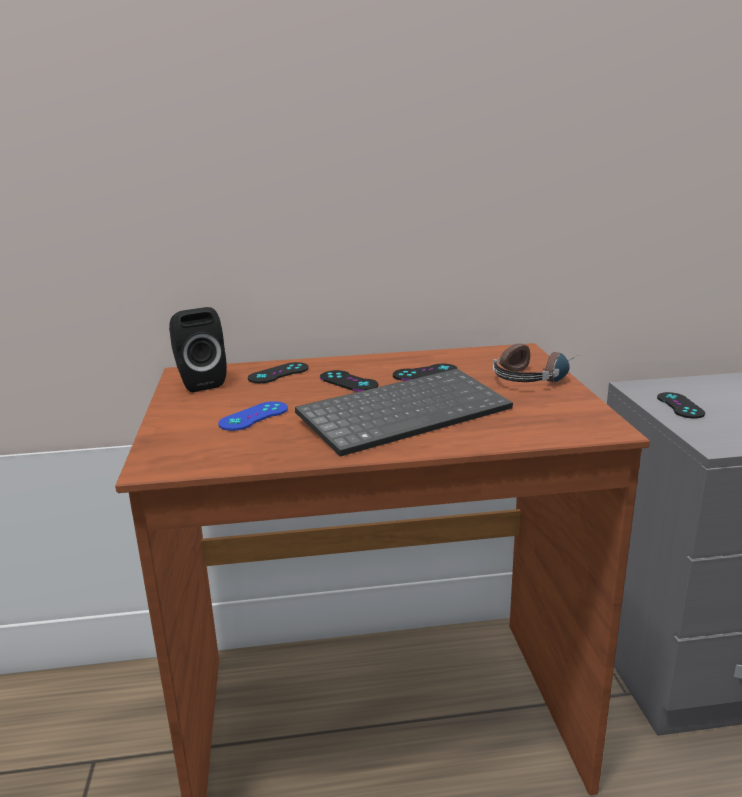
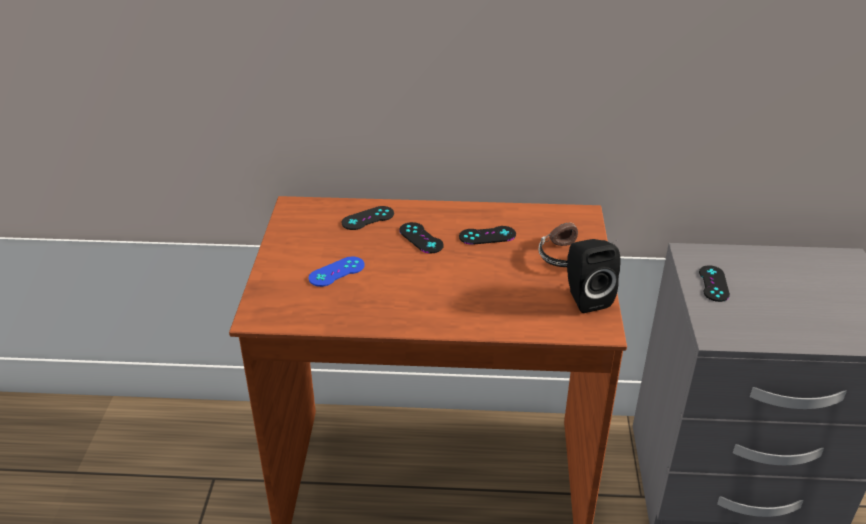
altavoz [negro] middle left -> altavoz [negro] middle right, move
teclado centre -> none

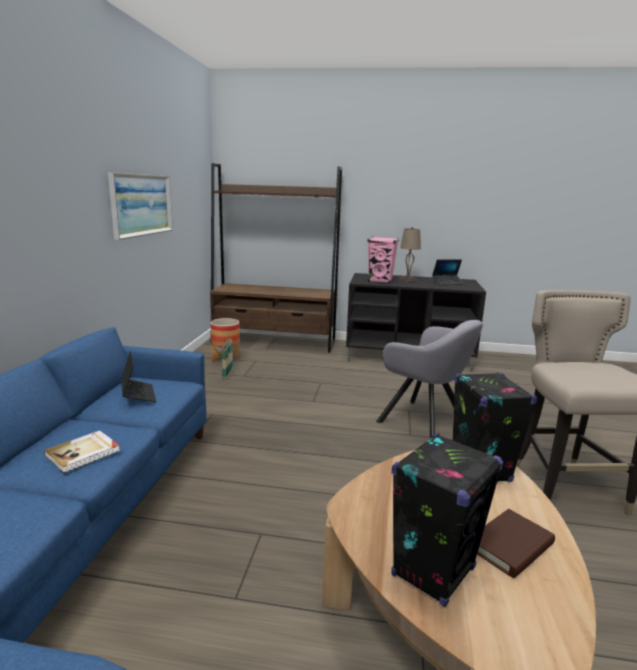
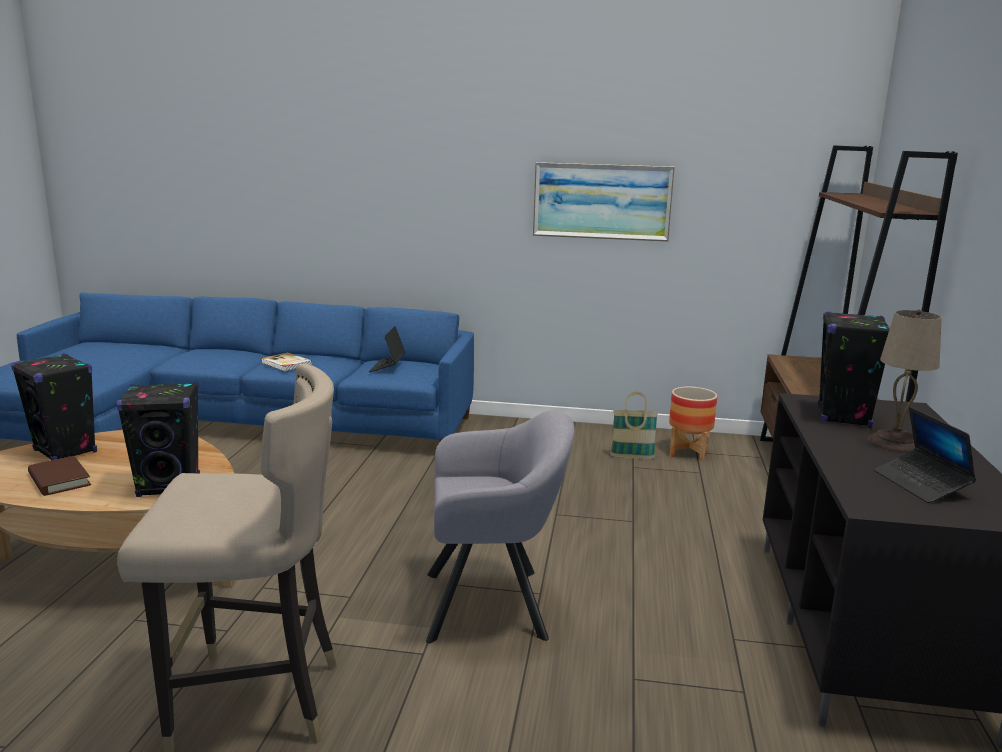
portátil (1st from left) middle left -> portátil (1st from left) centre, 120 degrees clockwise
altavoz [rosa] centre -> altavoz [negro] (3rd from left) middle right
sillón [gris] middle right -> sillón [gris] bottom centre, 135 degrees counterclockwise

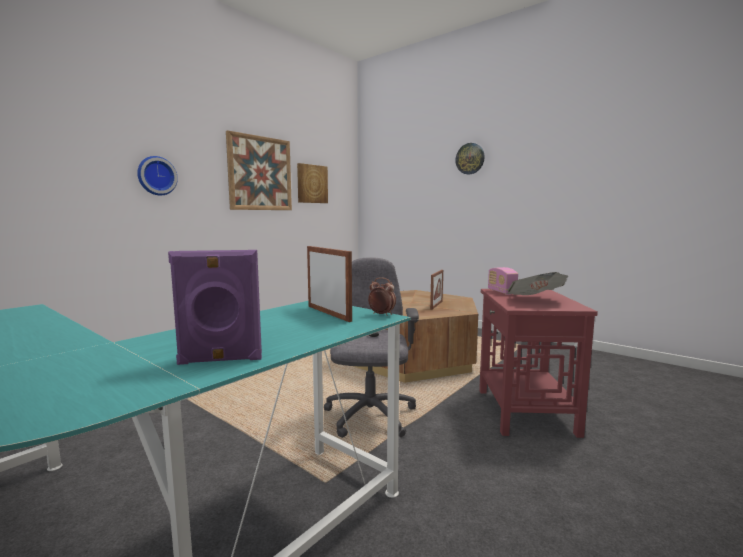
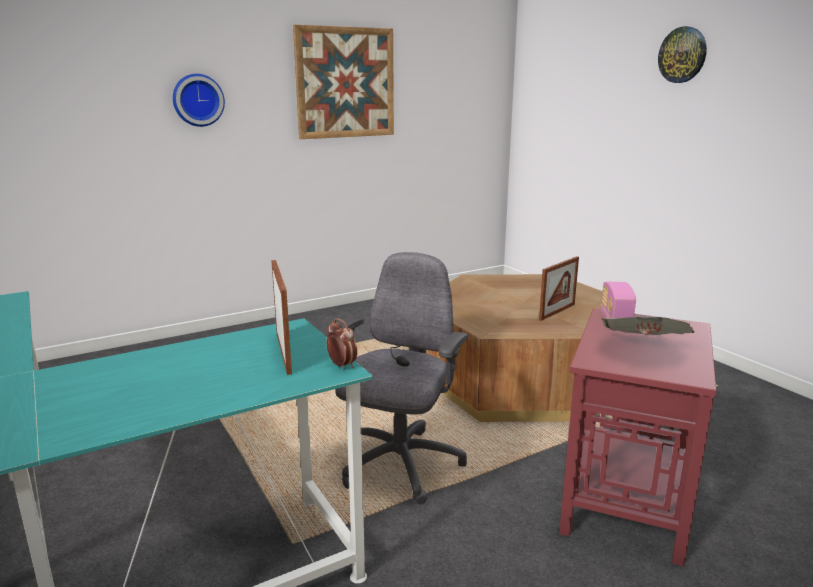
altavoz [morado] middle left -> none
cuadro (2nd from left) top centre -> none

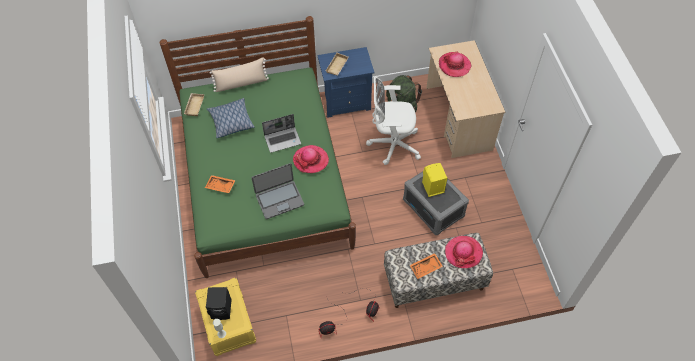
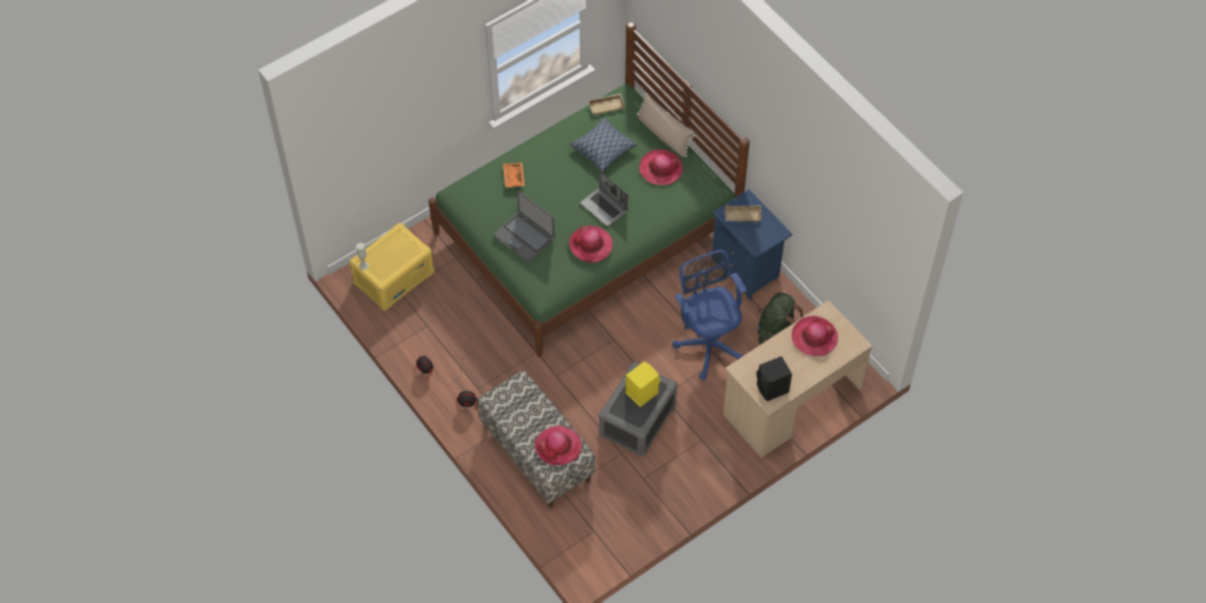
altavoz [negro] bottom left -> altavoz [negro] centre, move
silla de oficina [blanco] centre -> silla de oficina [azul] centre
bandeja [naranja] (2nd from left) bottom centre -> none
none -> sombrero (3rd from left) top centre

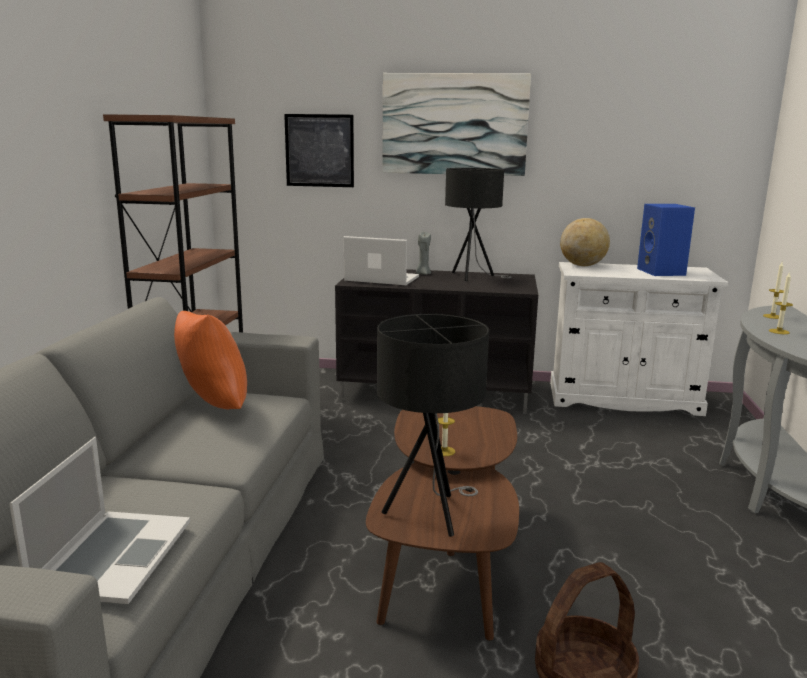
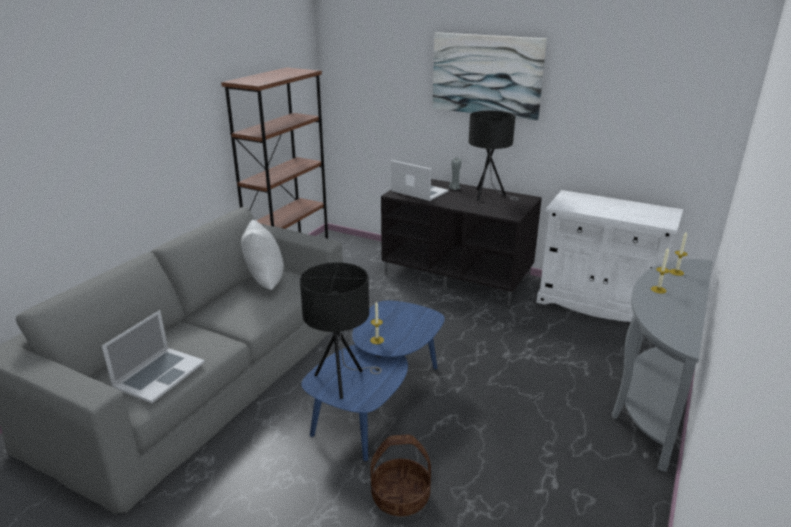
cojín [naranja] middle left -> cojín [blanco] middle left
cuadro (1st from left) top centre -> none
mesa de centro [marrón] bottom centre -> mesa de centro [azul] bottom centre
globo terráqueo middle right -> none
altavoz [azul] middle right -> none

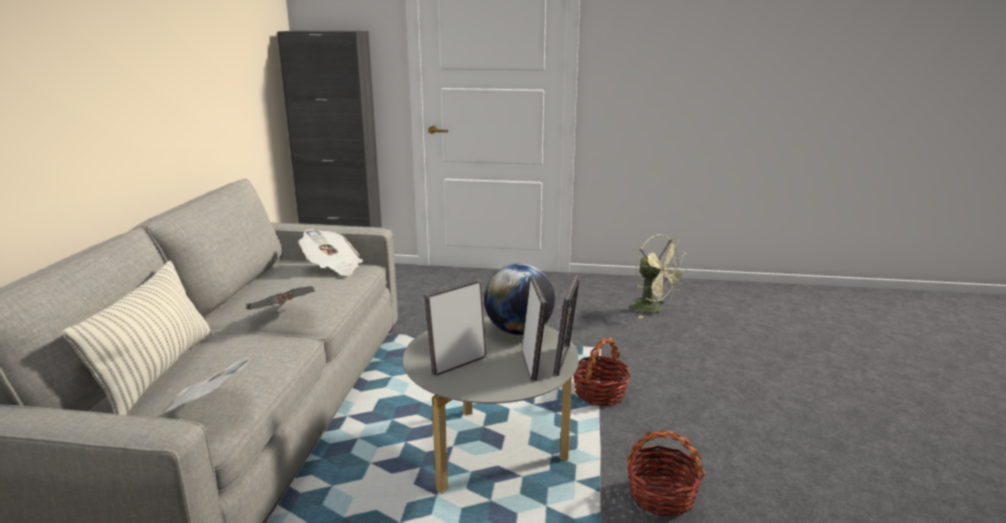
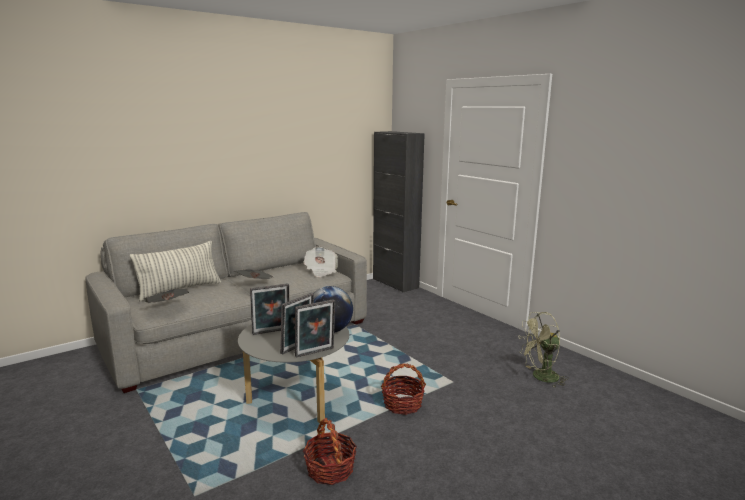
portarretratos (1st from left) centre, 150 degrees clockwise
ventilador [verde] centre -> ventilador [verde] bottom right, 75 degrees clockwise

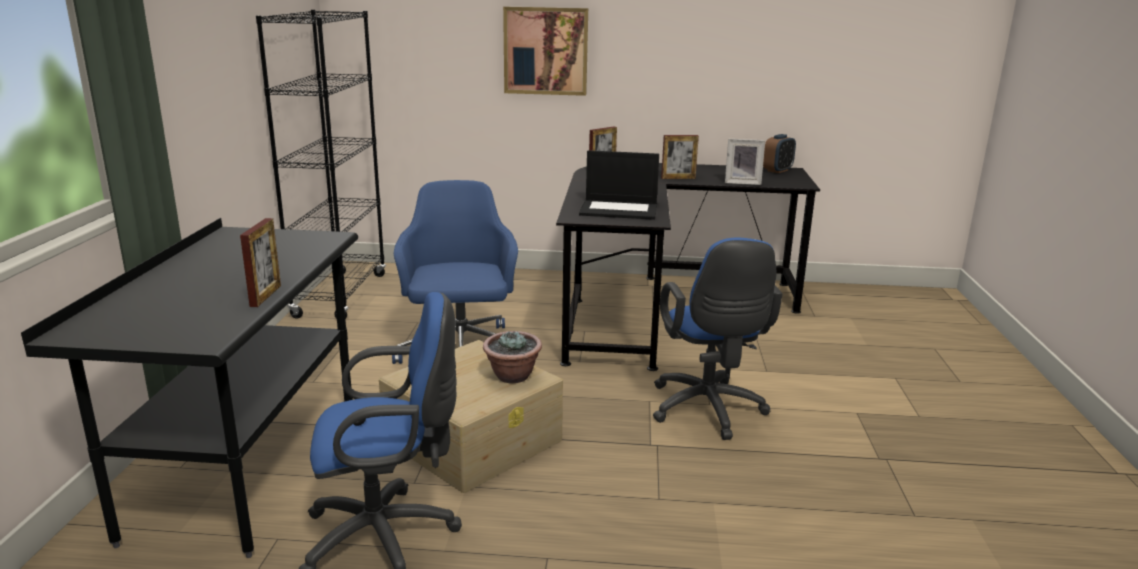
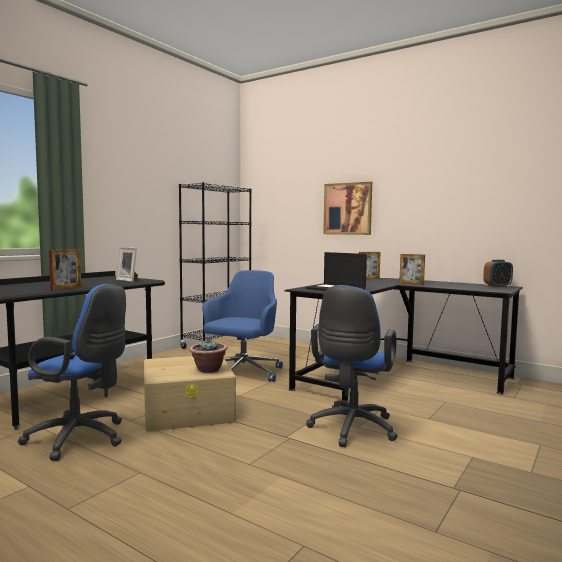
portarretratos (4th from left in the first image) top centre -> portarretratos (2nd from left) middle left, move

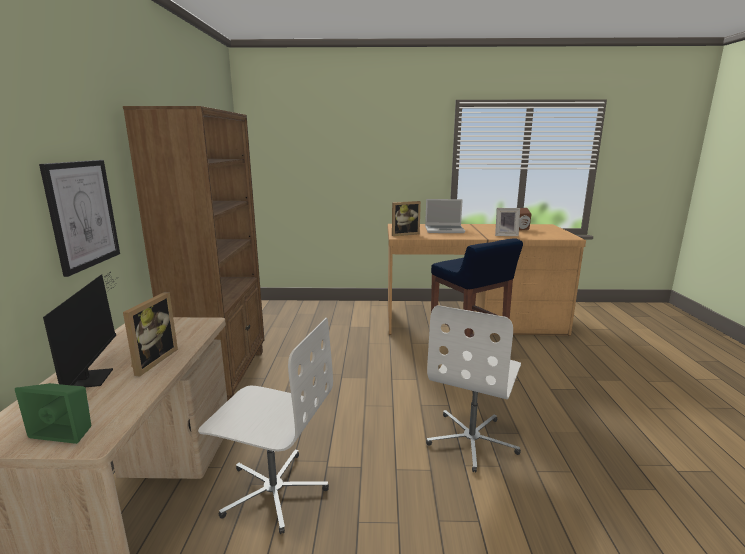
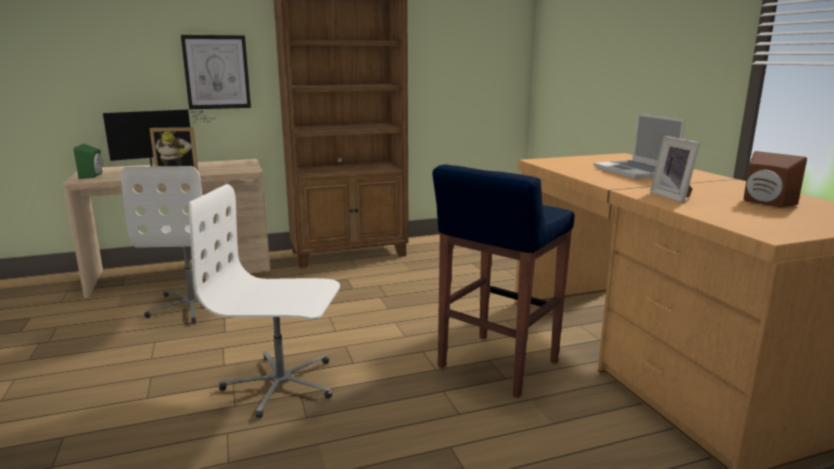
portarretratos (2nd from left) centre -> none

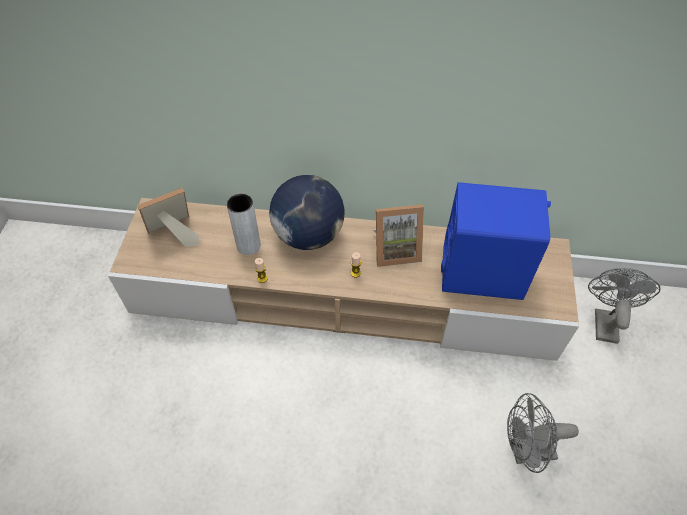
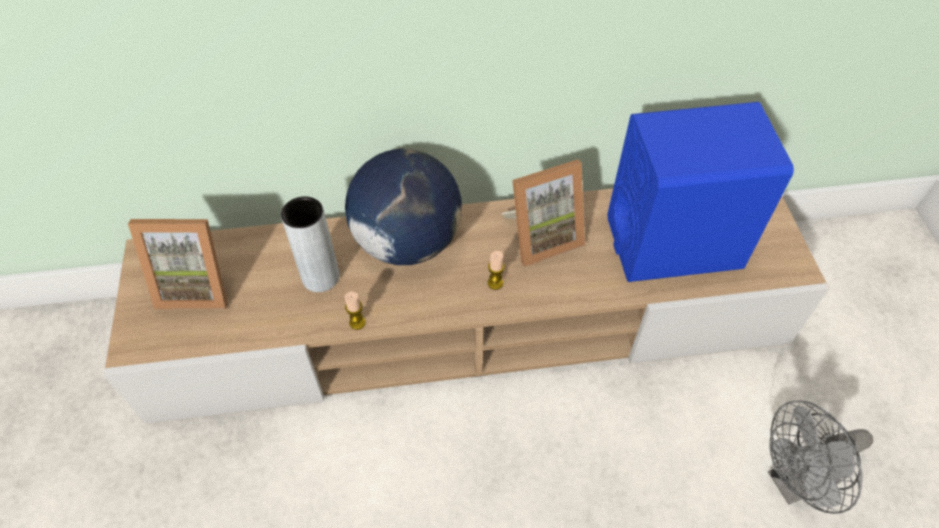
portarretratos (1st from left) middle left, 135 degrees counterclockwise
ventilador [gris] (2nd from left) middle right -> none

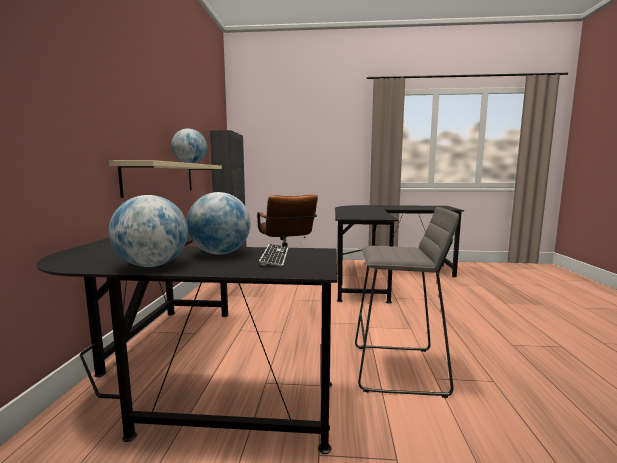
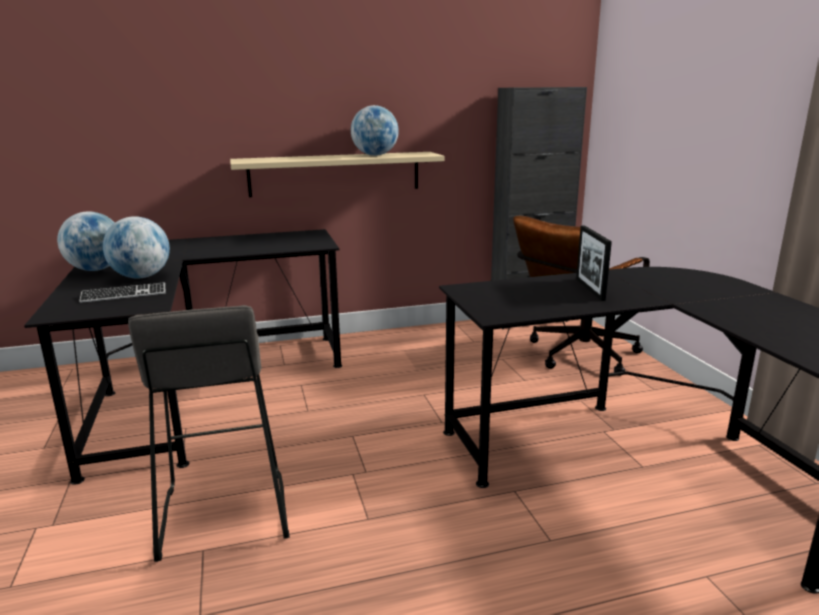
none -> portarretratos middle right

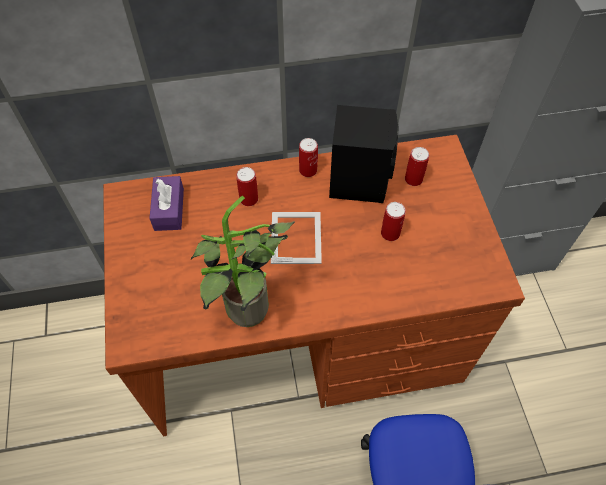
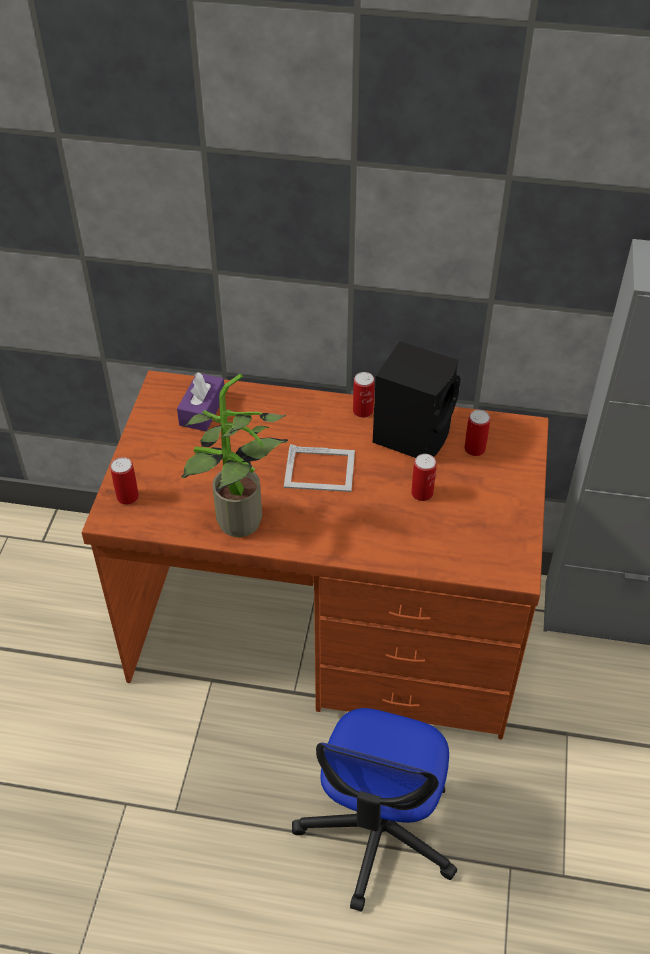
lata (1st from left) centre -> lata (1st from left) middle left, move
portarretratos centre, 75 degrees clockwise

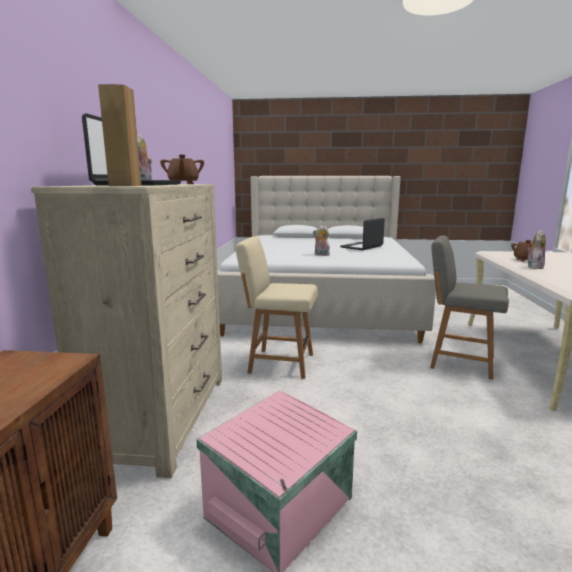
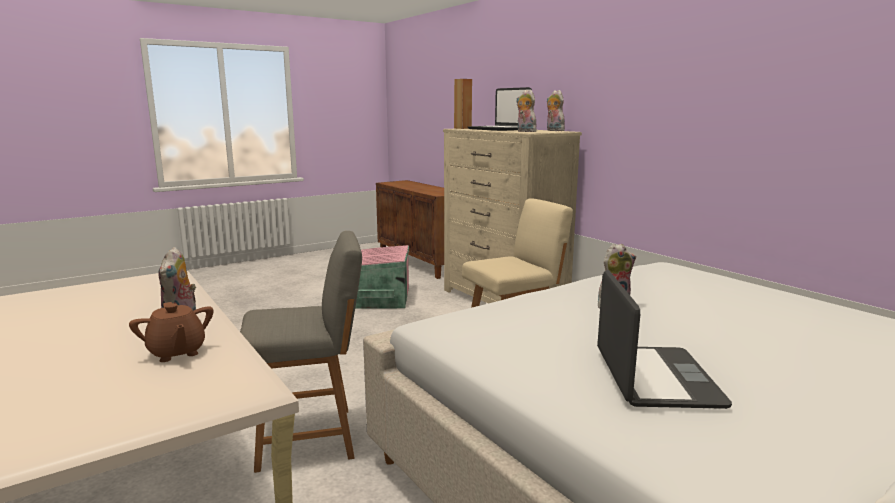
tetera [marrón] (1st from left) top left -> peluche (2nd from left) top centre

